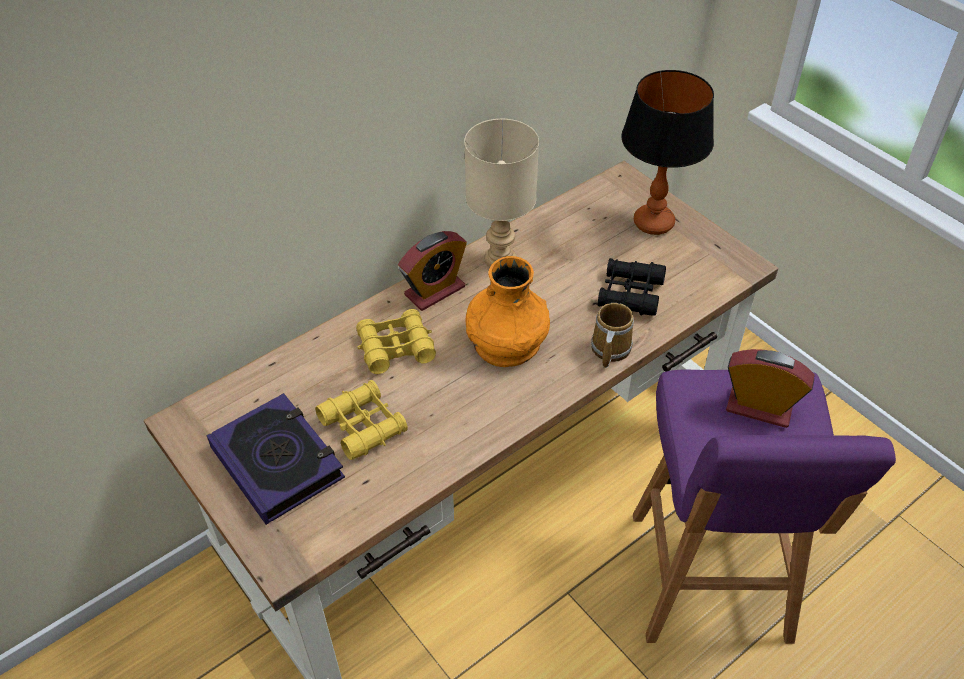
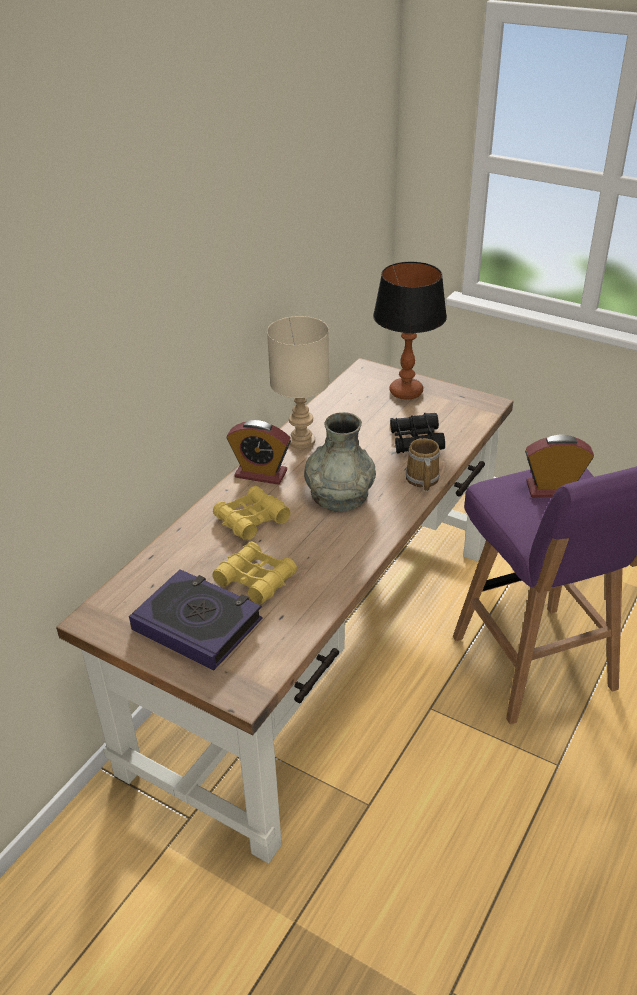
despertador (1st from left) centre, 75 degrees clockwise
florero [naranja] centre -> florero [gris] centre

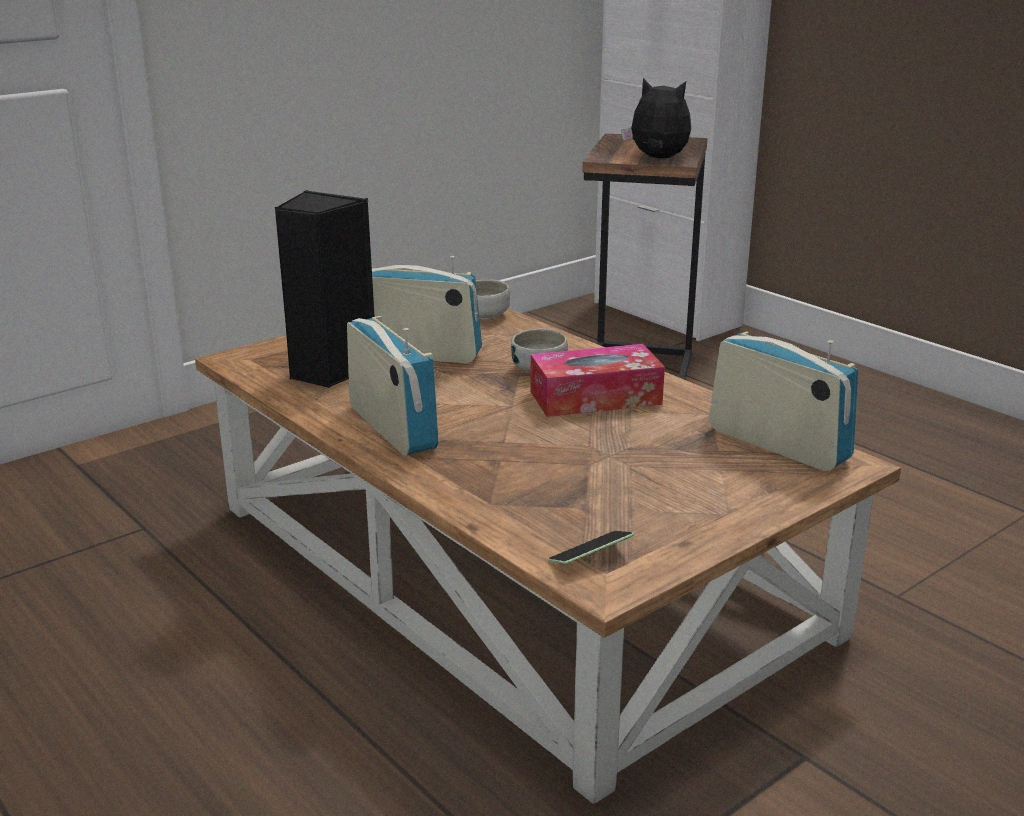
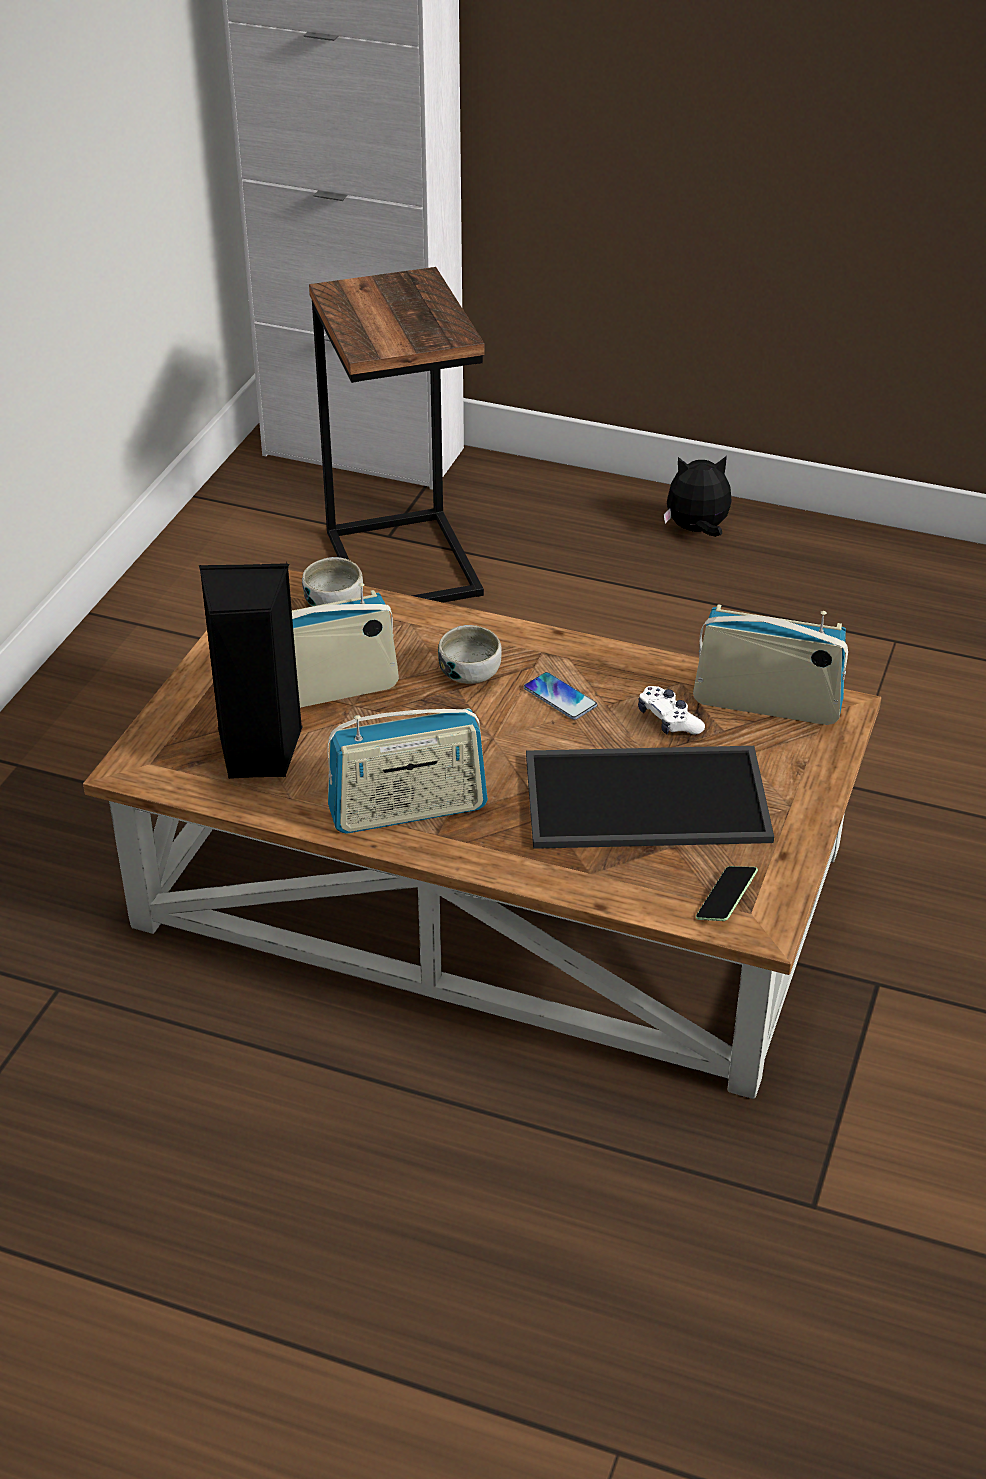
radio (1st from left in the first image) centre -> radio (2nd from left) centre, 135 degrees clockwise
caja de pañuelos centre -> móvil (1st from left) centre
peluche top centre -> peluche middle right, move
none -> bandeja centre
none -> mando de consola [blanco] middle right

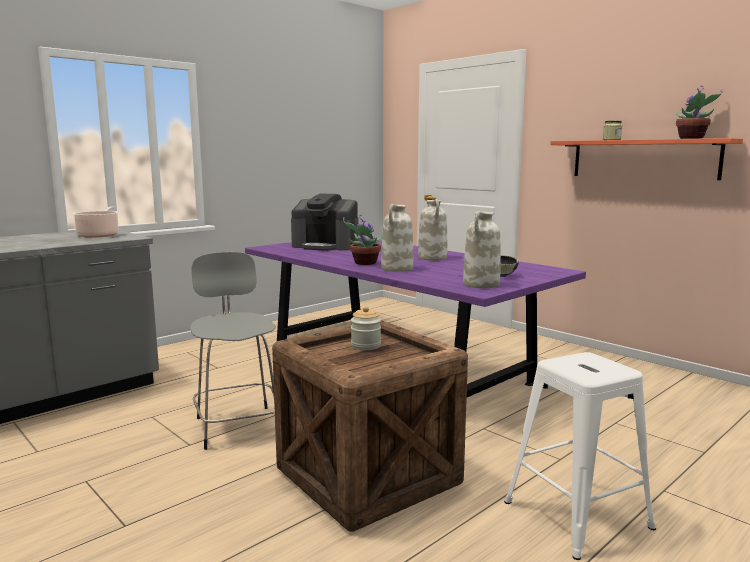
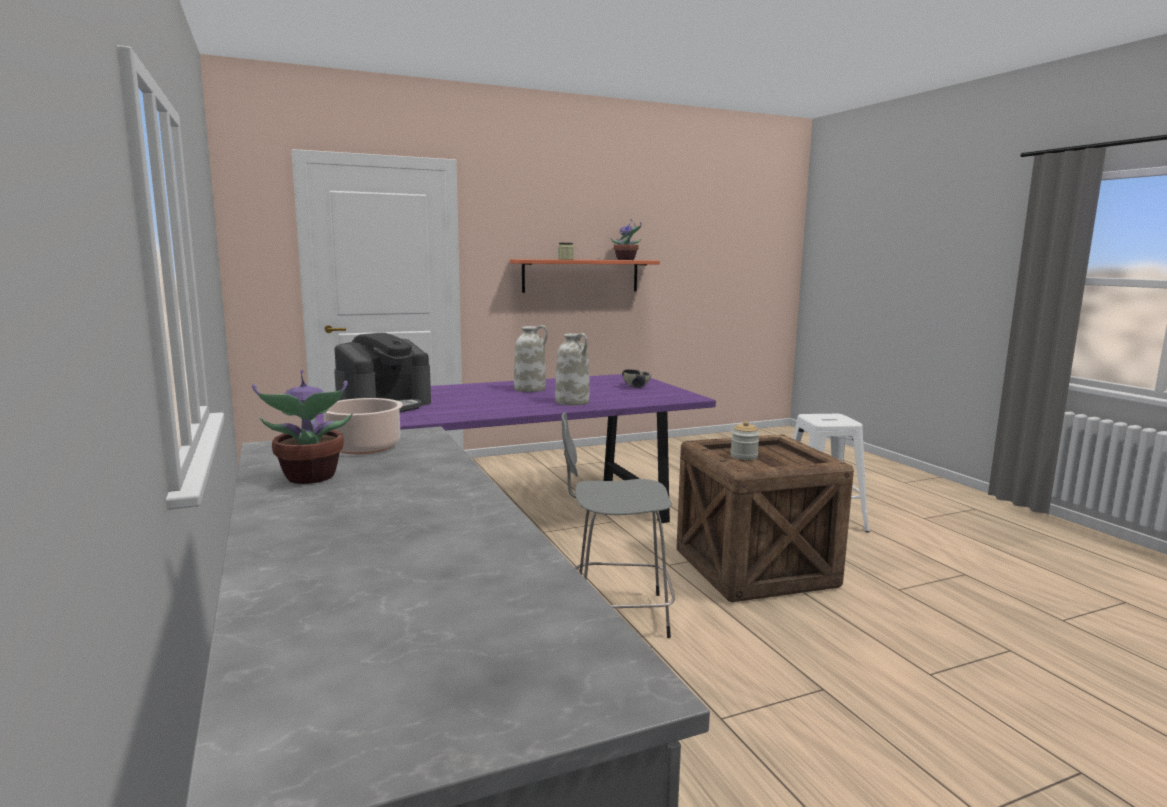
planta en maceta (1st from left) centre -> planta en maceta (1st from left) middle left, move
florero [blanco] (3rd from left) centre -> none

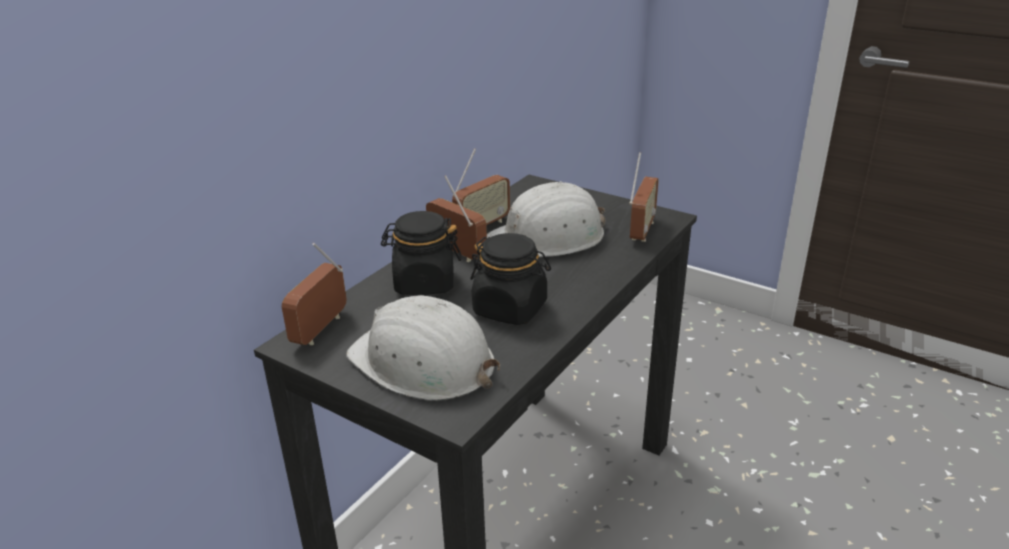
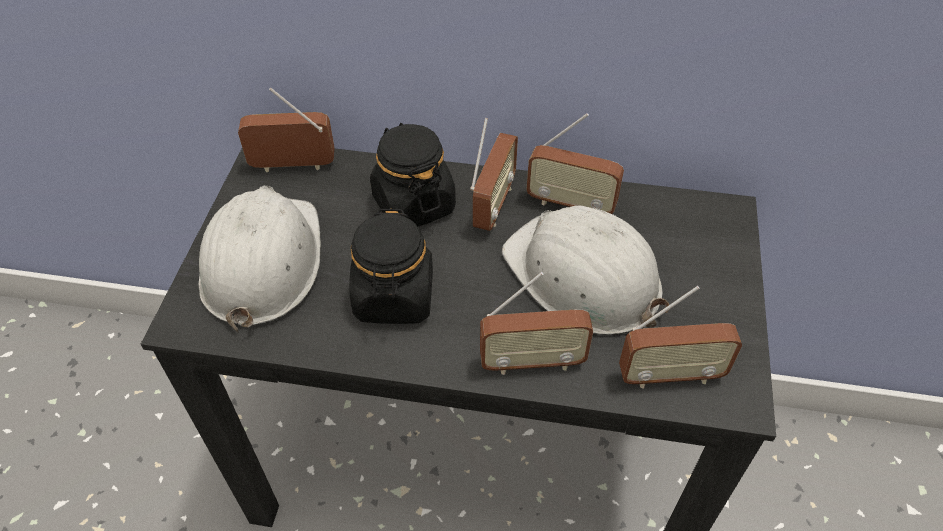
none -> radio (3rd from left) centre

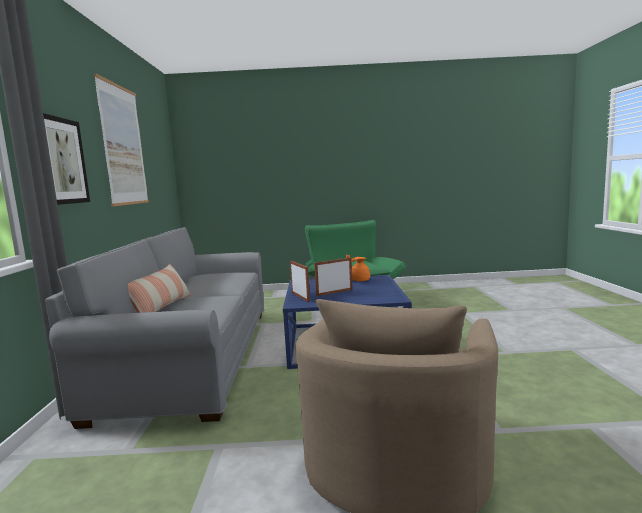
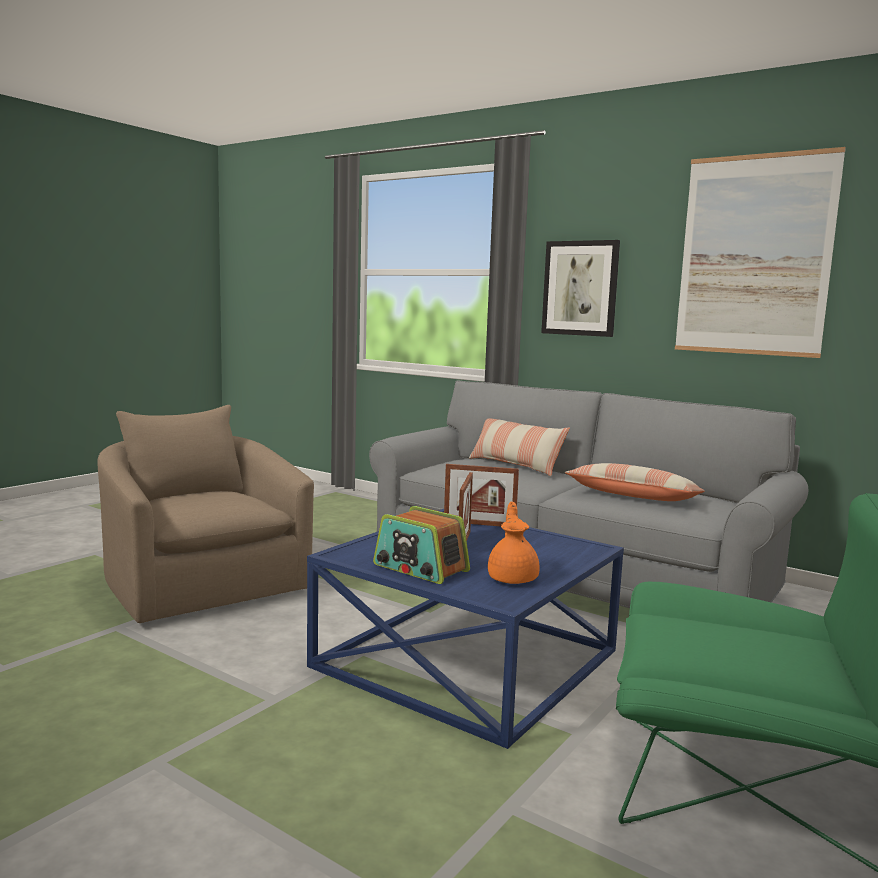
none -> radio centre
none -> cojín (2nd from left) middle right

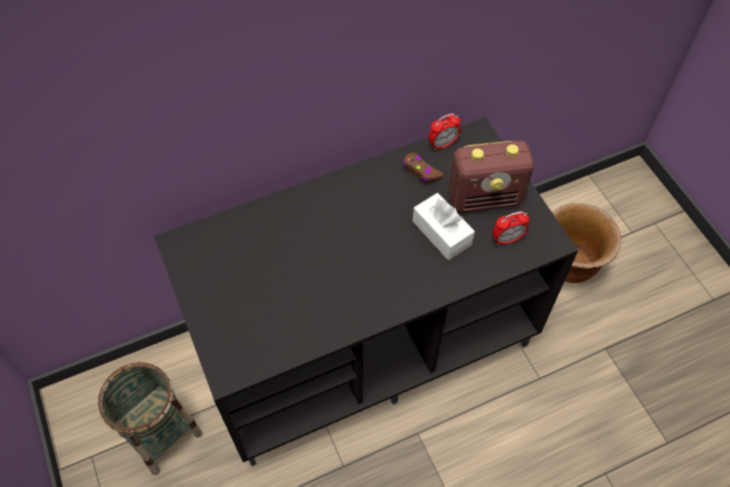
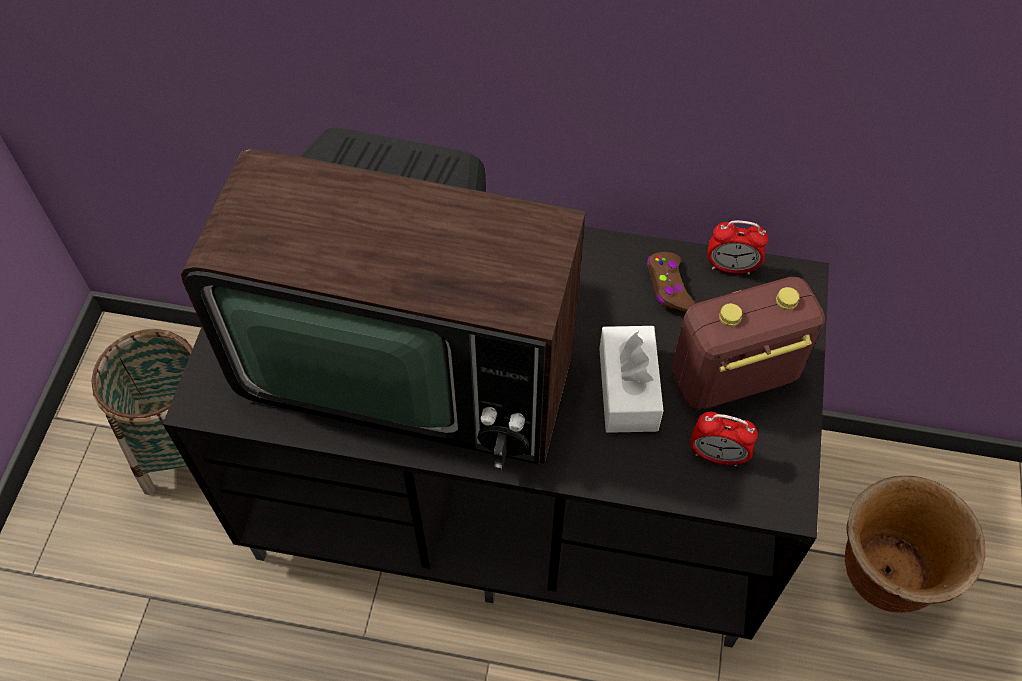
radio middle right, 135 degrees clockwise
none -> televisor centre

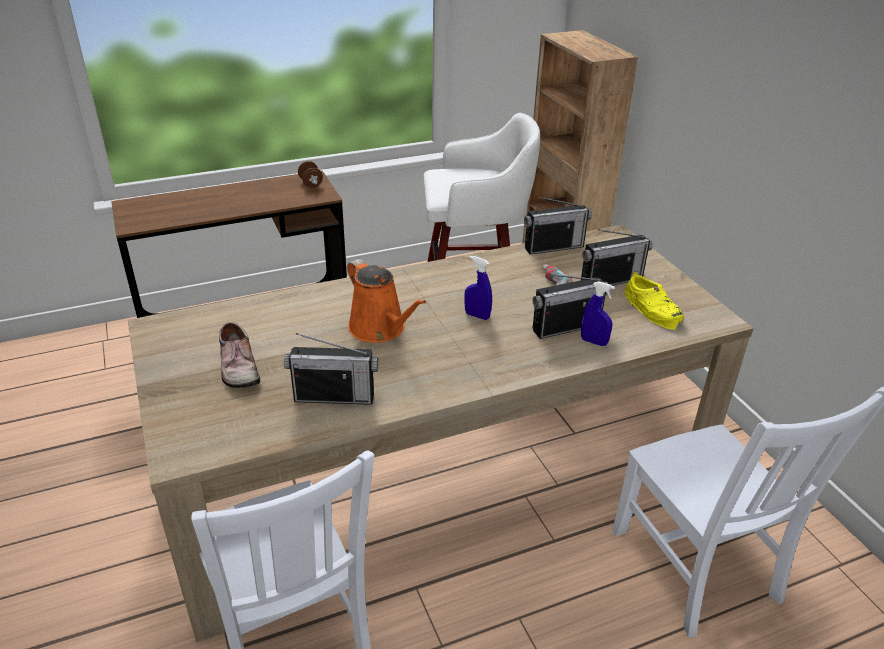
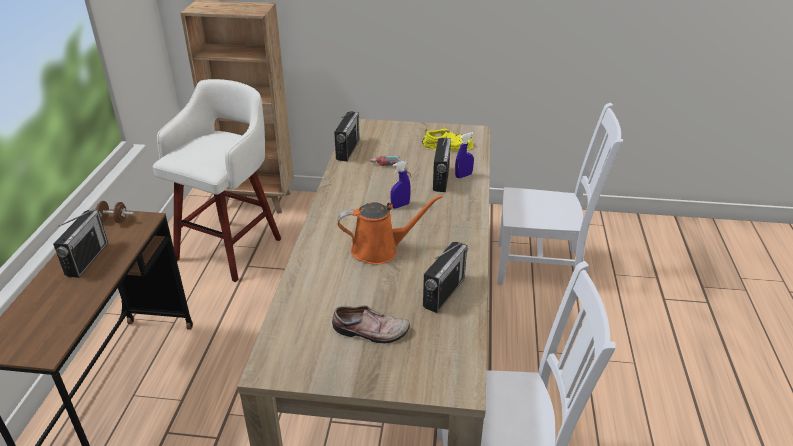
radio (4th from left in the first image) middle right -> radio (1st from left) middle left, move

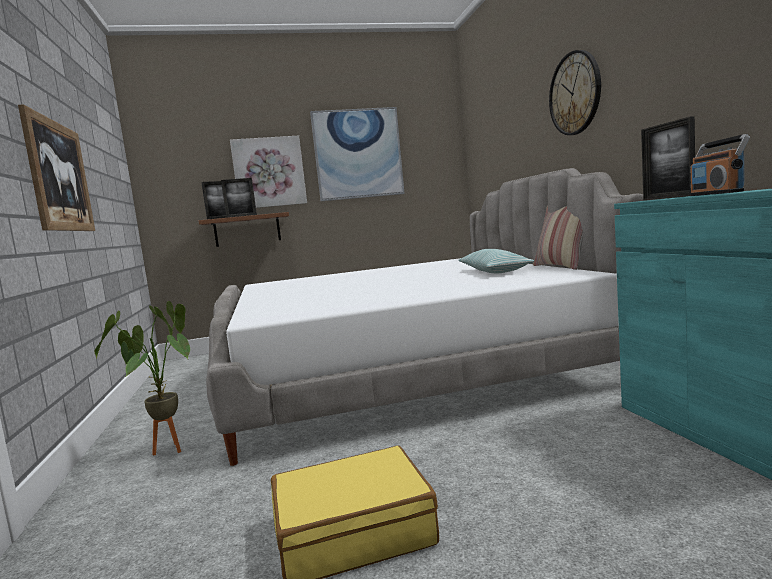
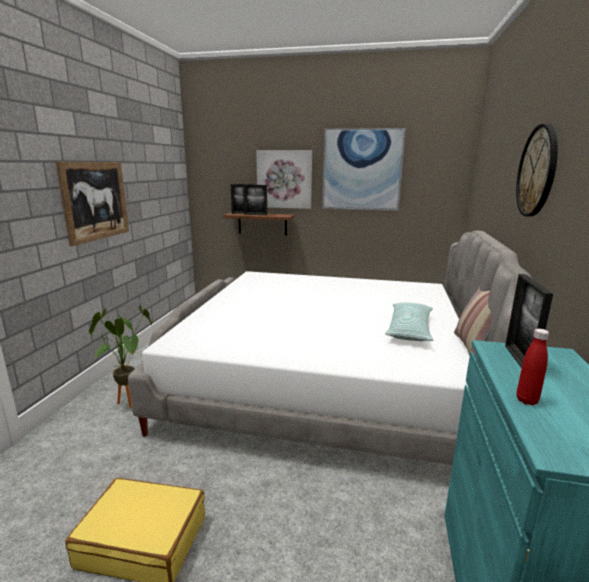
radio top right -> botella [rojo] middle right

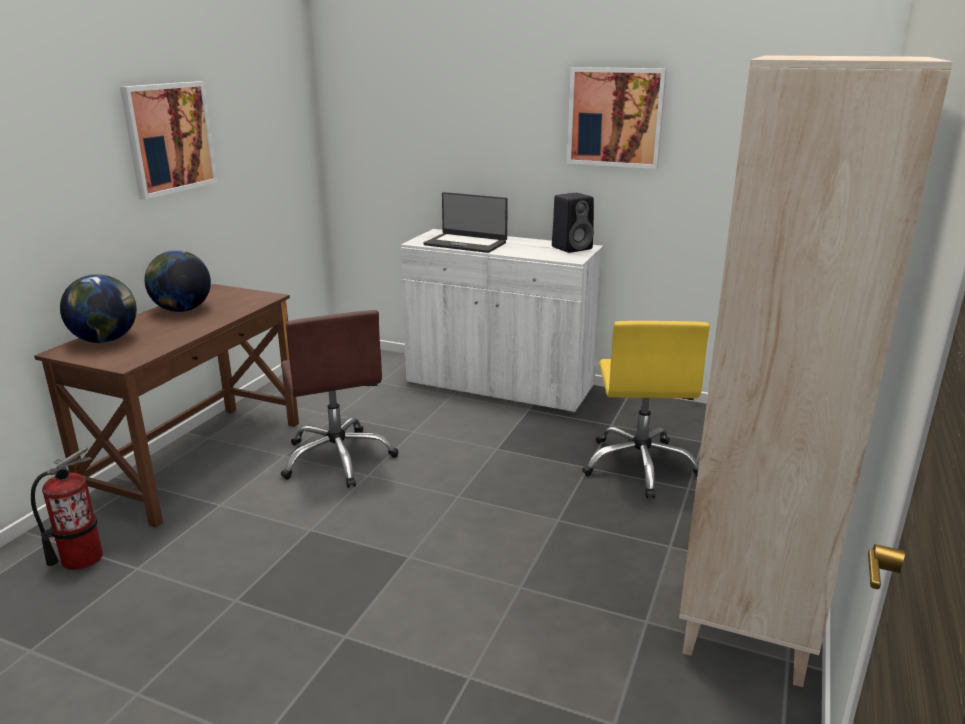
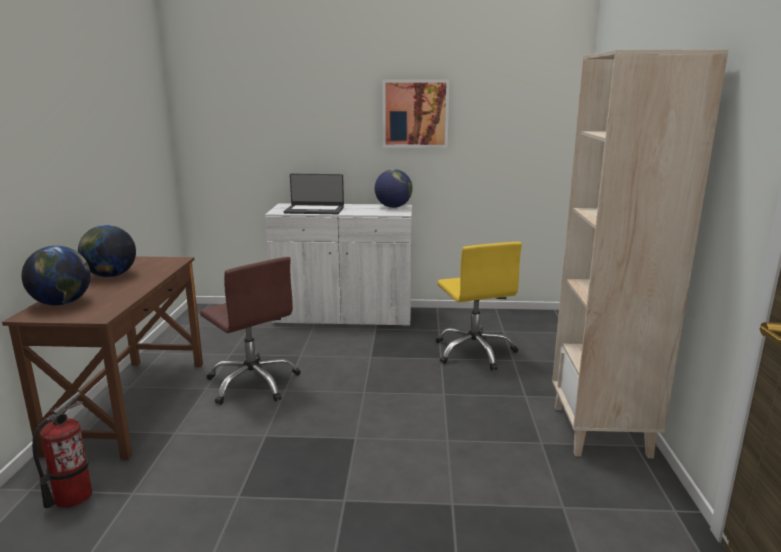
cuadro (1st from left) top left -> none
altavoz [negro] top centre -> globo terráqueo (3rd from left) centre

